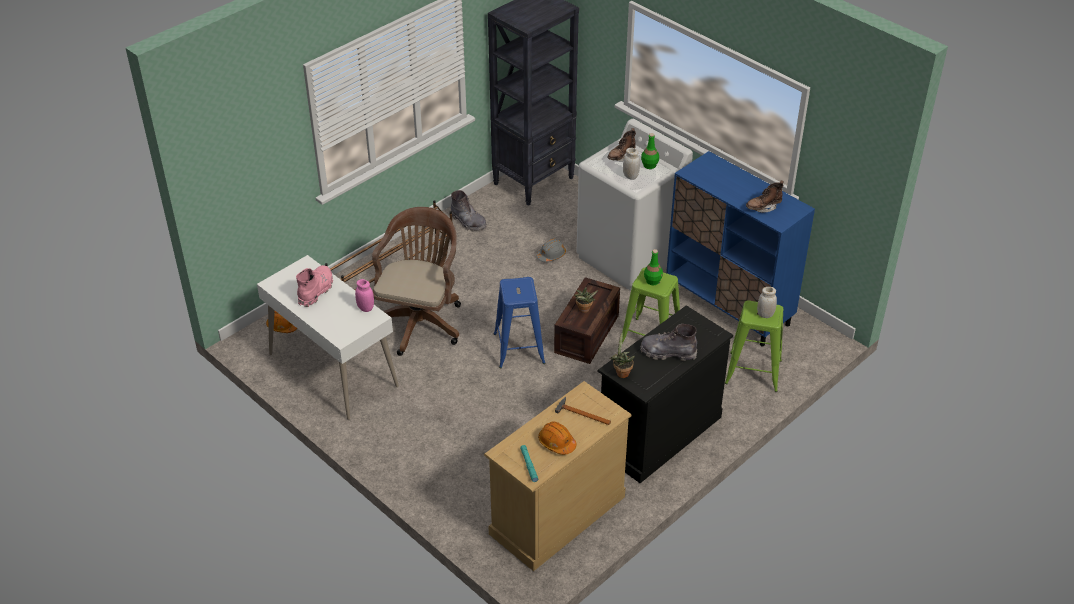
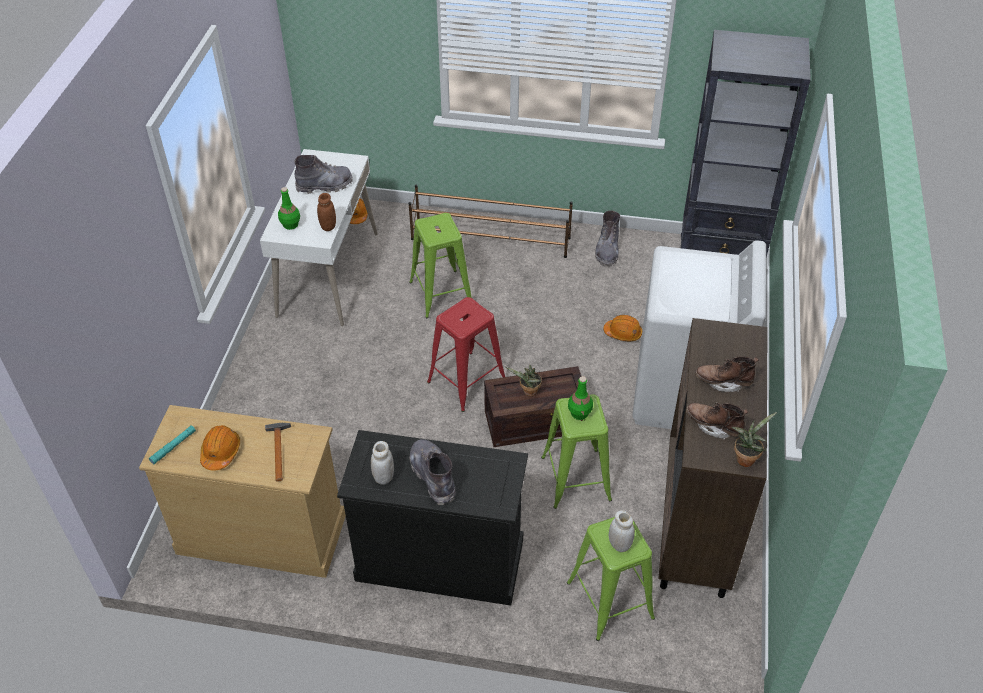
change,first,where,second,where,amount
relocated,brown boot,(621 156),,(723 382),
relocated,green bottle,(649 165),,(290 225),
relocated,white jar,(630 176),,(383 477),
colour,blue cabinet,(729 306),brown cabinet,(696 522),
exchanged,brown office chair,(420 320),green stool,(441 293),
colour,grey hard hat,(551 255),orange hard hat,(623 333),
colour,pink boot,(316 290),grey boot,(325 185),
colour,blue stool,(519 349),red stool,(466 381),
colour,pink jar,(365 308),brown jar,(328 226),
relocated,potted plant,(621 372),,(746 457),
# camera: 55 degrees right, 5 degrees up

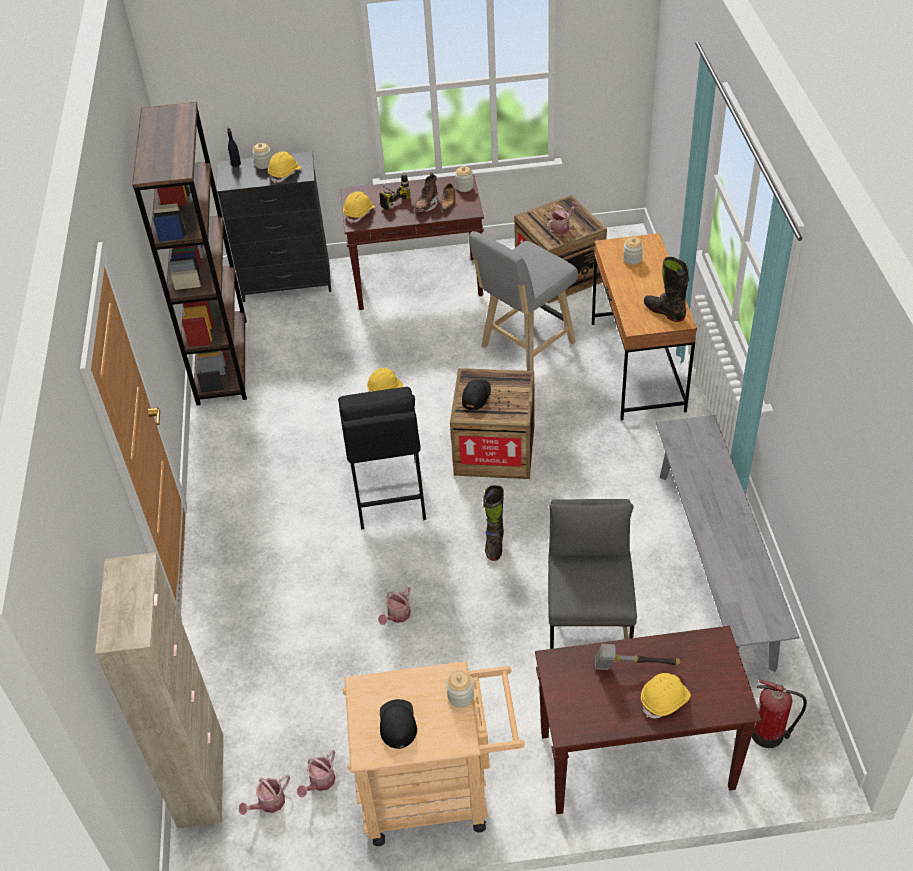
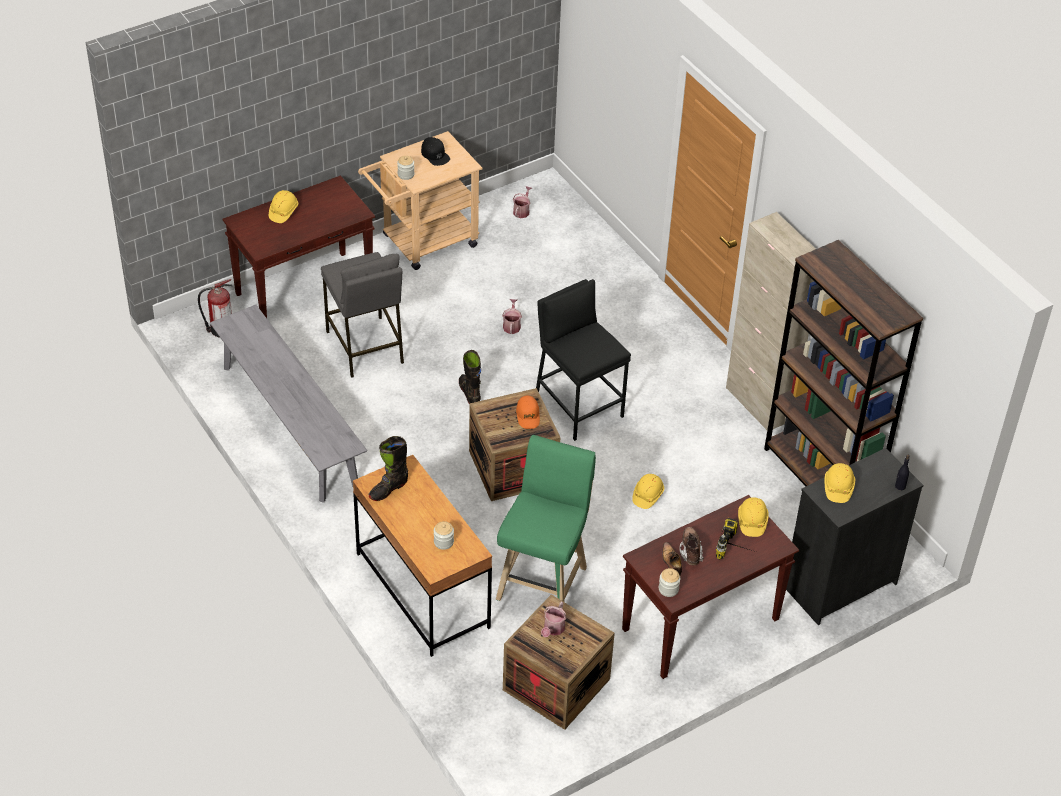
change,first,where,second,where,amount
missing,jar,(264 164),,,
colour,grey stool,(524 347),green stool,(543 579),
spun,black boot,(664 312),,(388 489),120 degrees clockwise
colour,black cap,(476 396),orange cap,(528 416),
relocated,beige cabinet,(201 780),,(758 404),
missing,hammer,(633 668),,,
missing,watering can,(320 782),,,
# camera: 150 degrees right, 0 degrees up

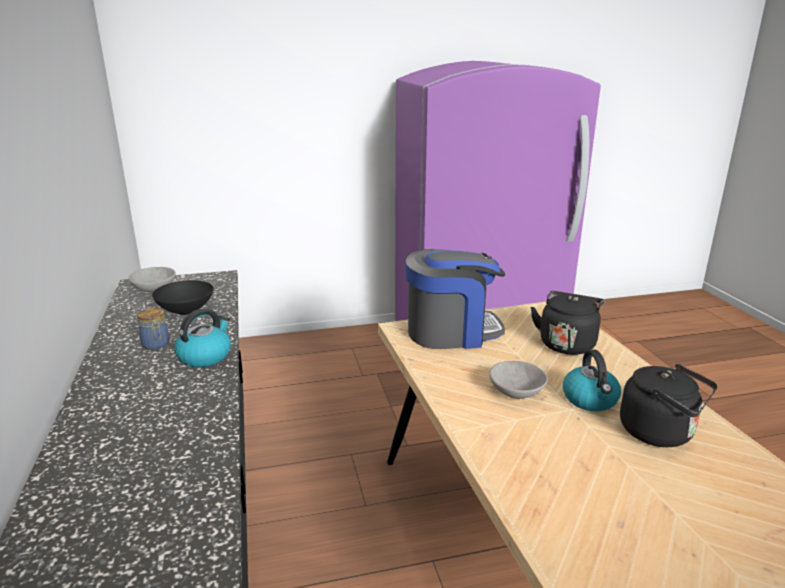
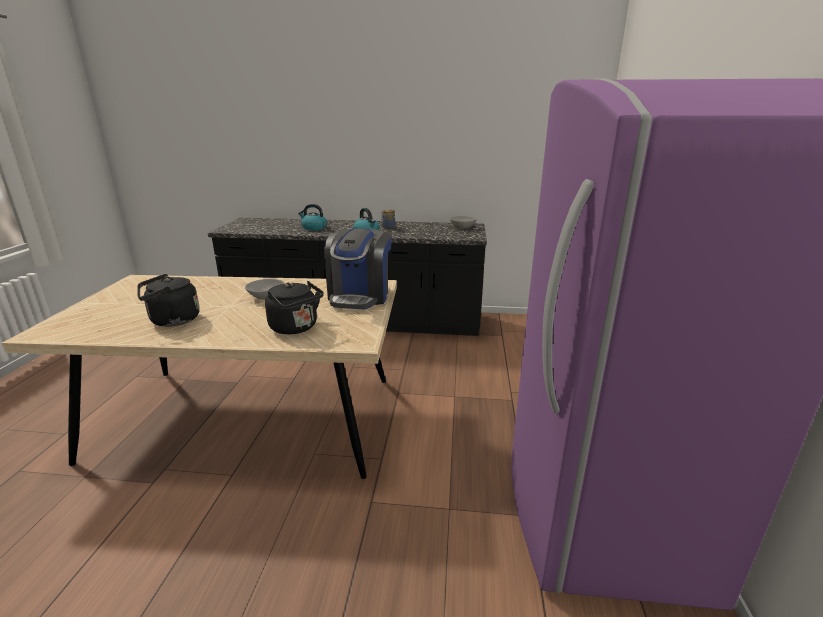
change,first,where,second,where,amount
missing,black bowl,(186 310),,,
relocated,kettle,(590 400),,(313 228),
# camera: 110 degrees right, 0 degrees up

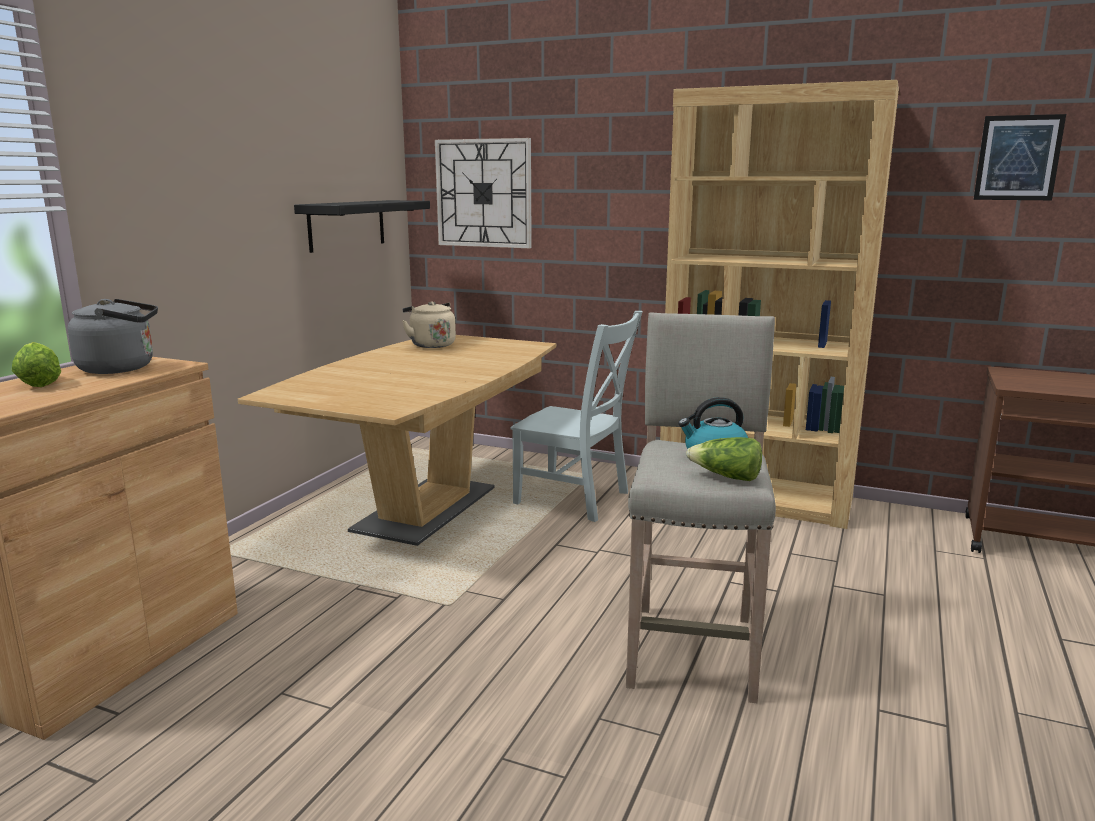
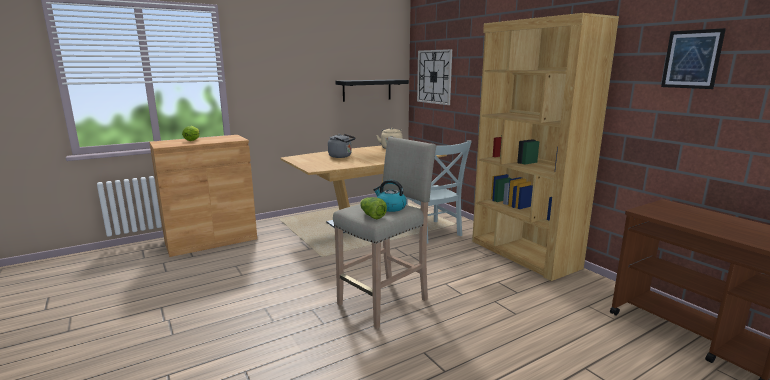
change,first,where,second,where,amount
relocated,grey kettle,(122 368),,(341 156),
# camera: 35 degrees right, 0 degrees up

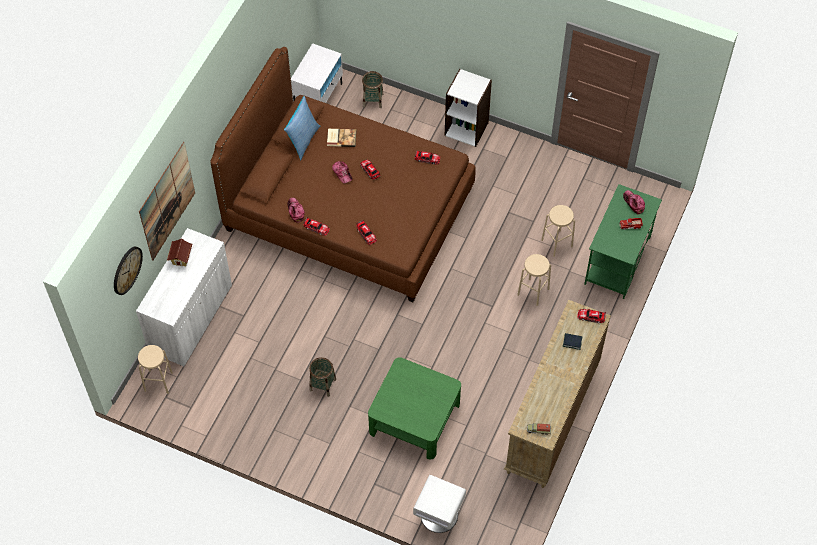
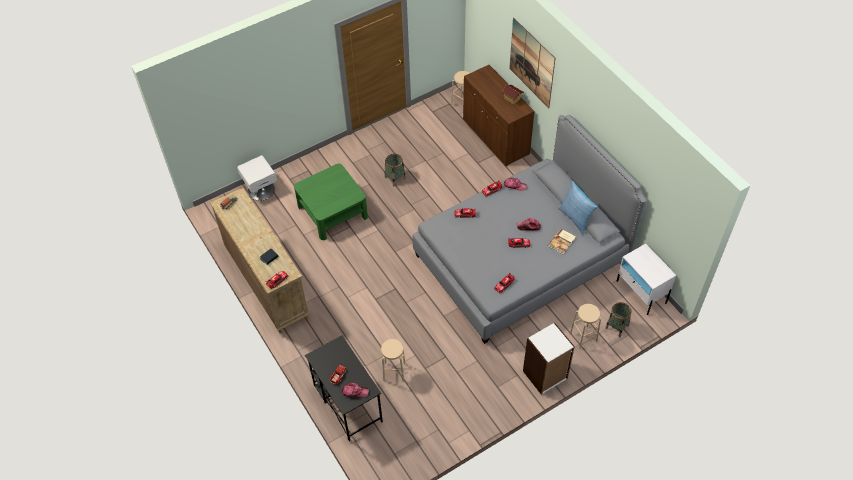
change,first,where,second,where,amount
colour,brown bed,(348 210),grey bed,(521 258),
colour,green desk,(617 261),black desk,(347 403),
colour,white cabinet,(191 319),brown cabinet,(495 137),
missing,wall clock,(127 270),,,
relocated,beige stool,(533 292),,(583 337),
# camera: 125 degrees right, 5 degrees down

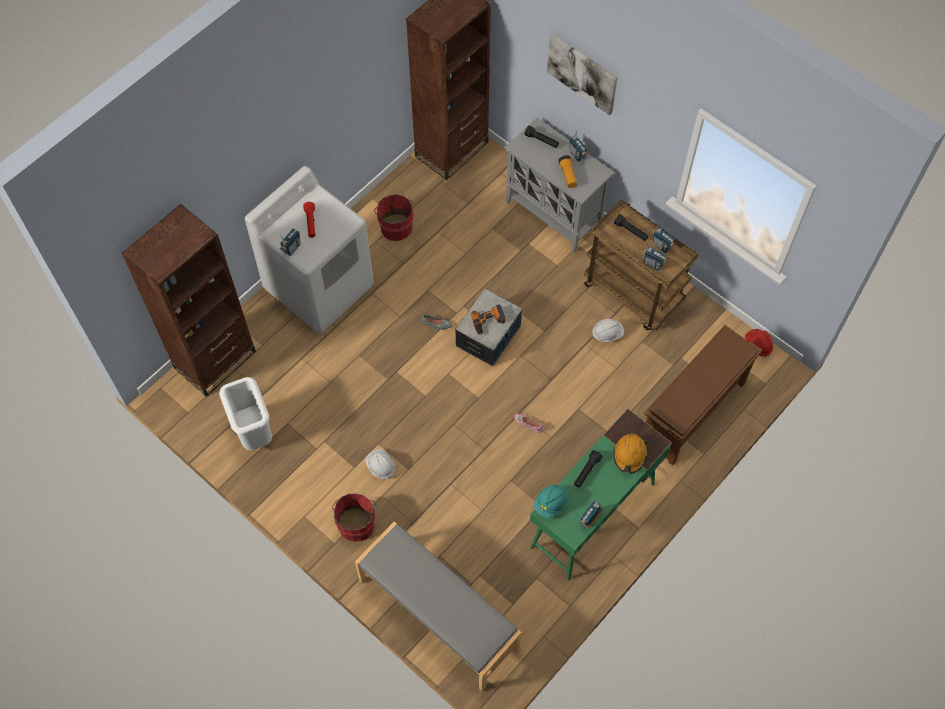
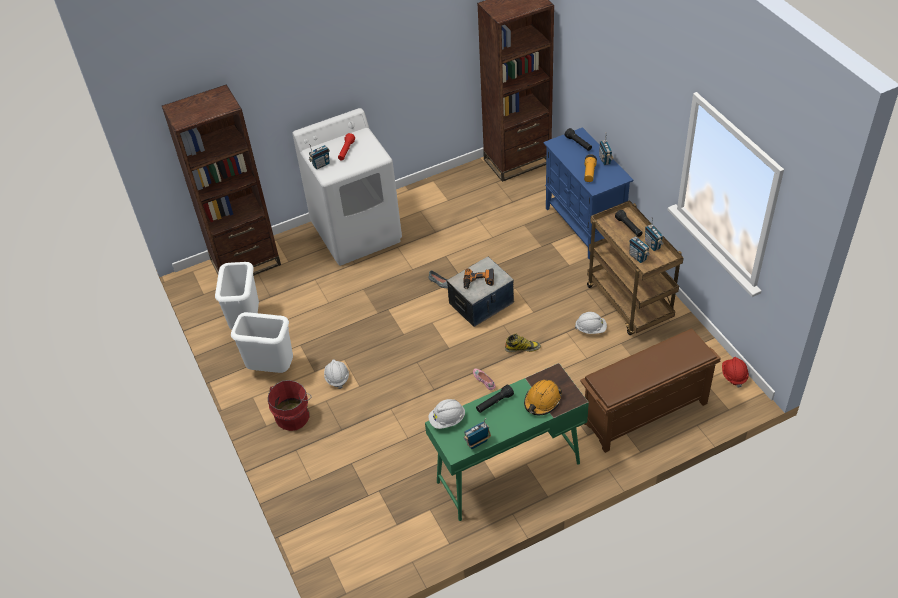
change,first,where,second,where,amount
missing,picture,(582 73),,,
colour,grey cabinet,(554 214),blue cabinet,(584 227),
missing,red bucket,(396 226),,,
colour,turquoise hard hat,(550 504),white hard hat,(447 420),
missing,grey bench,(437 615),,,
appeared,,,white trash can,(271 370),
appeared,,,boot,(522 348),
# camera: 25 degrees right, 15 degrees down

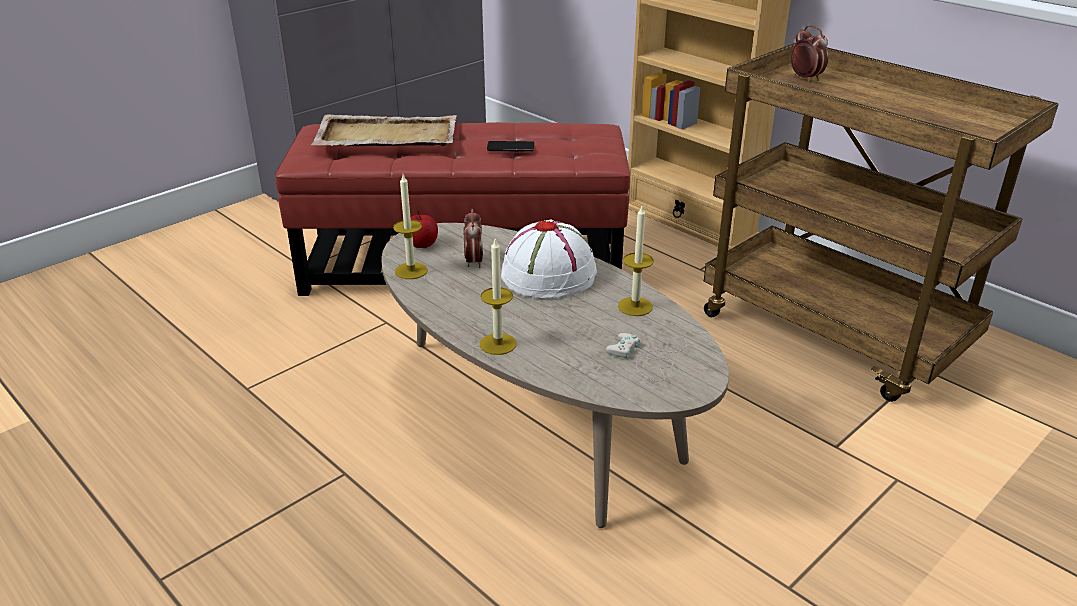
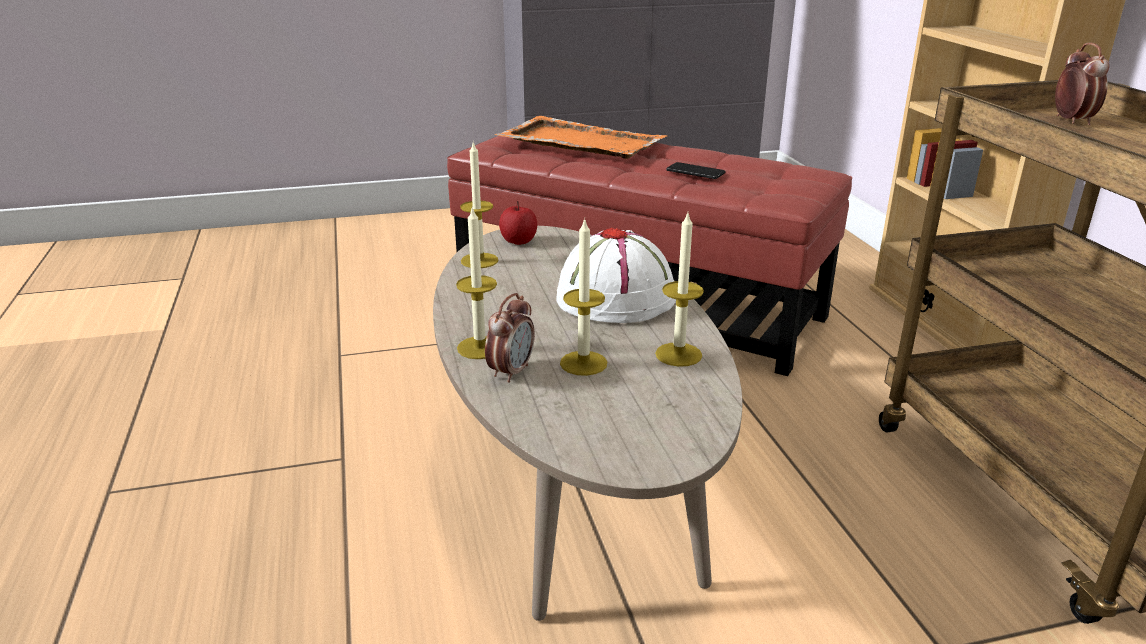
change,first,where,second,where,amount
colour,beige tray,(385 136),orange tray,(579 142),
relocated,alarm clock,(474 261),,(511 372),
missing,white game controller,(646 360),,,
appeared,,,candle,(583 363),
# camera: 30 degrees right, 5 degrees down

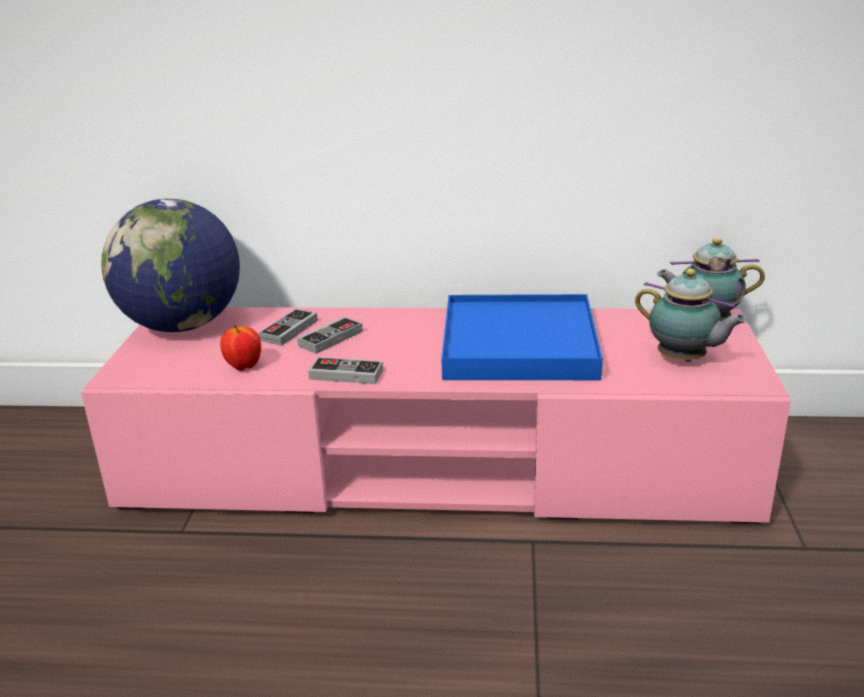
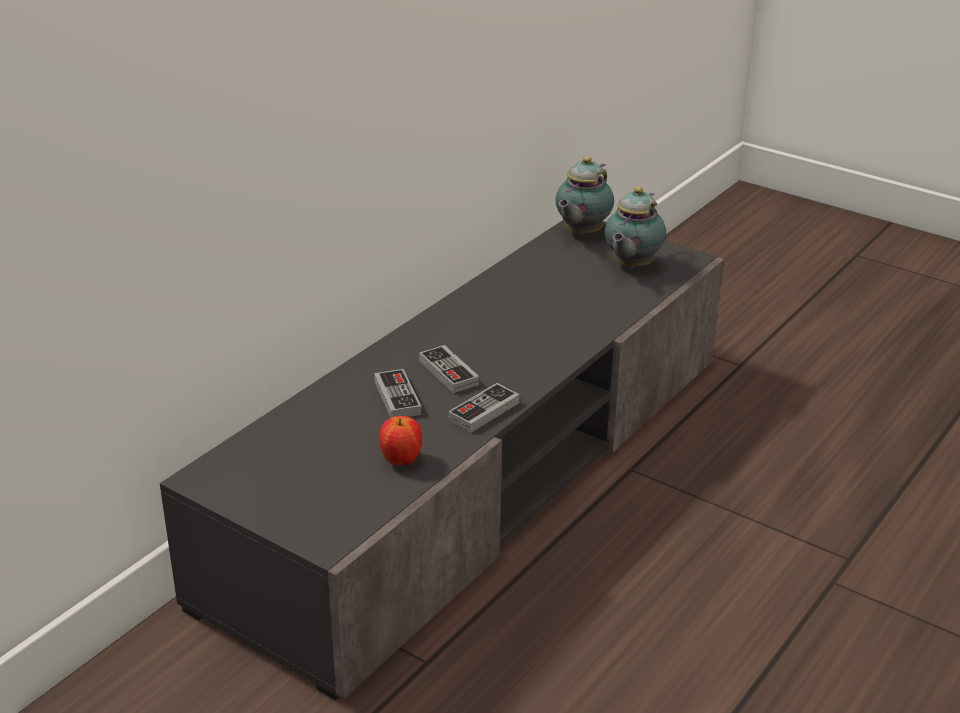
change,first,where,second,where,amount
missing,globe,(183 325),,,
spun,teapot,(684 360),,(630 266),135 degrees clockwise
missing,blue tray,(519 344),,,
colour,pink tv stand,(436 465),grey tv stand,(478 474),
relocated,game controller,(289 330),,(448 372),
# camera: 60 degrees left, 5 degrees up

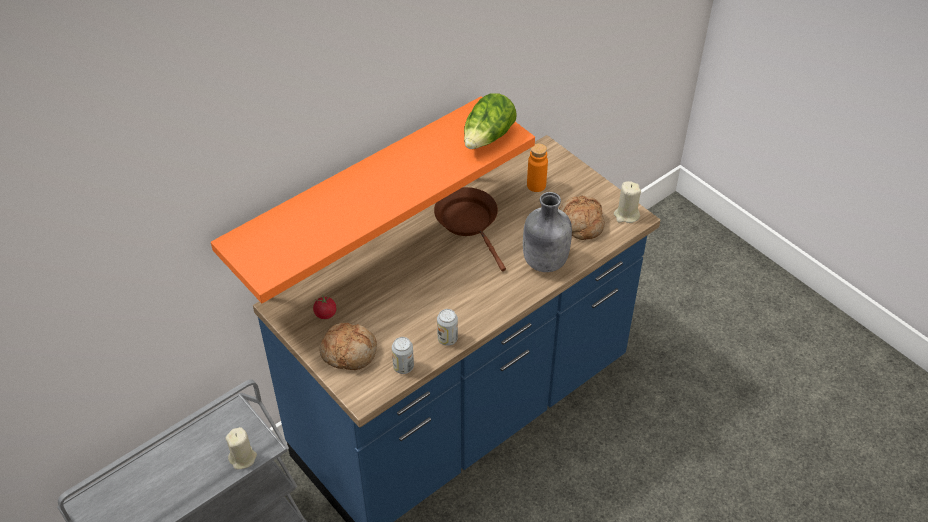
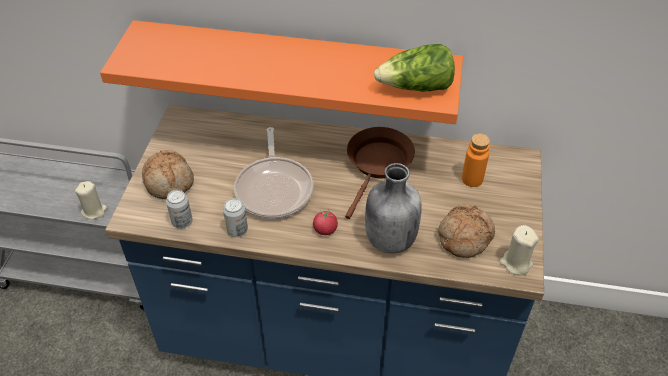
change,first,where,second,where,amount
relocated,tomato,(325 314),,(325 229),
appeared,,,frying pan,(274 188),
# camera: 50 degrees right, 0 degrees up

